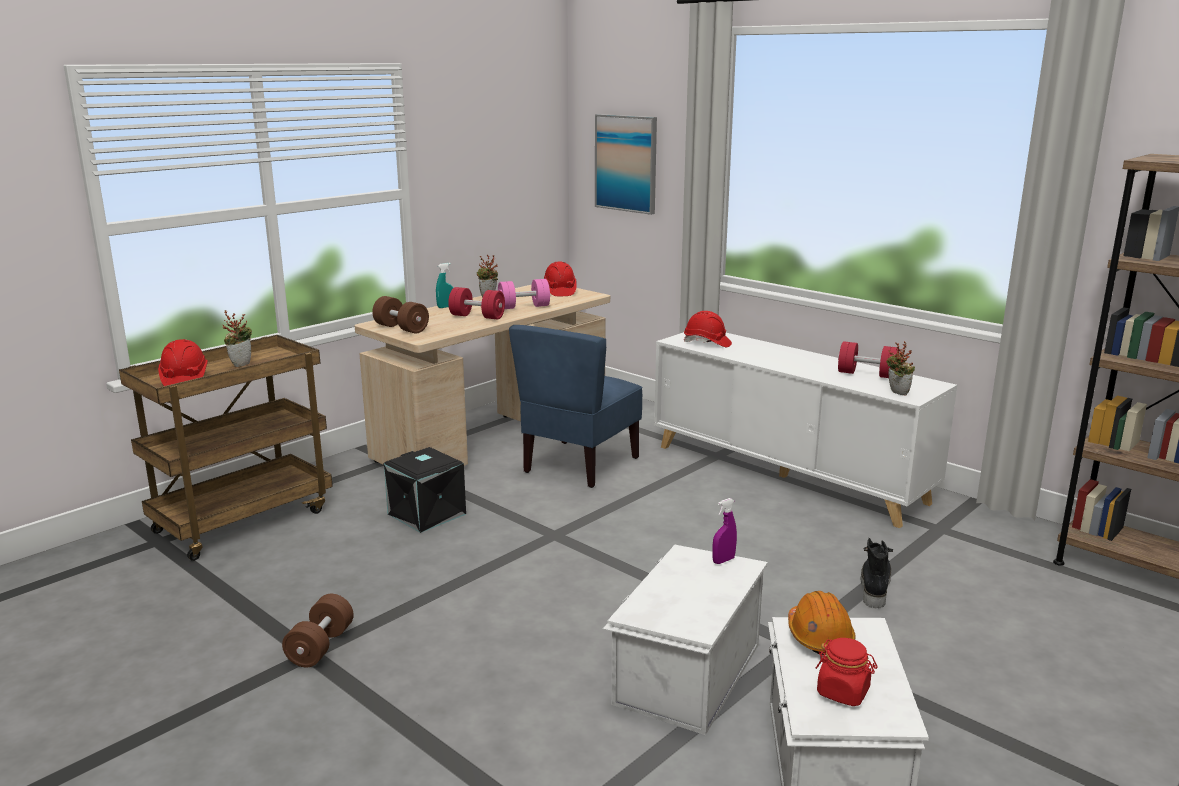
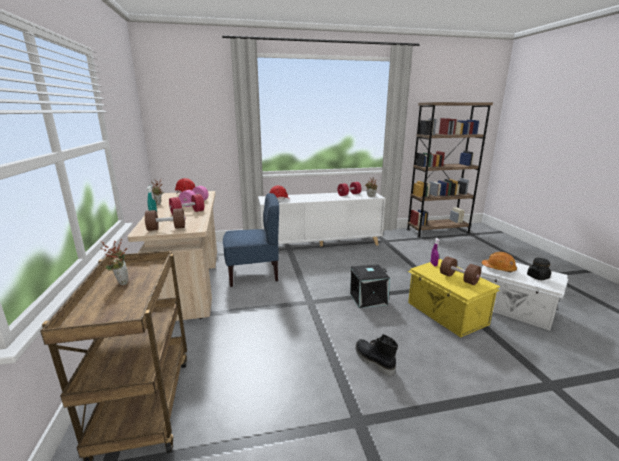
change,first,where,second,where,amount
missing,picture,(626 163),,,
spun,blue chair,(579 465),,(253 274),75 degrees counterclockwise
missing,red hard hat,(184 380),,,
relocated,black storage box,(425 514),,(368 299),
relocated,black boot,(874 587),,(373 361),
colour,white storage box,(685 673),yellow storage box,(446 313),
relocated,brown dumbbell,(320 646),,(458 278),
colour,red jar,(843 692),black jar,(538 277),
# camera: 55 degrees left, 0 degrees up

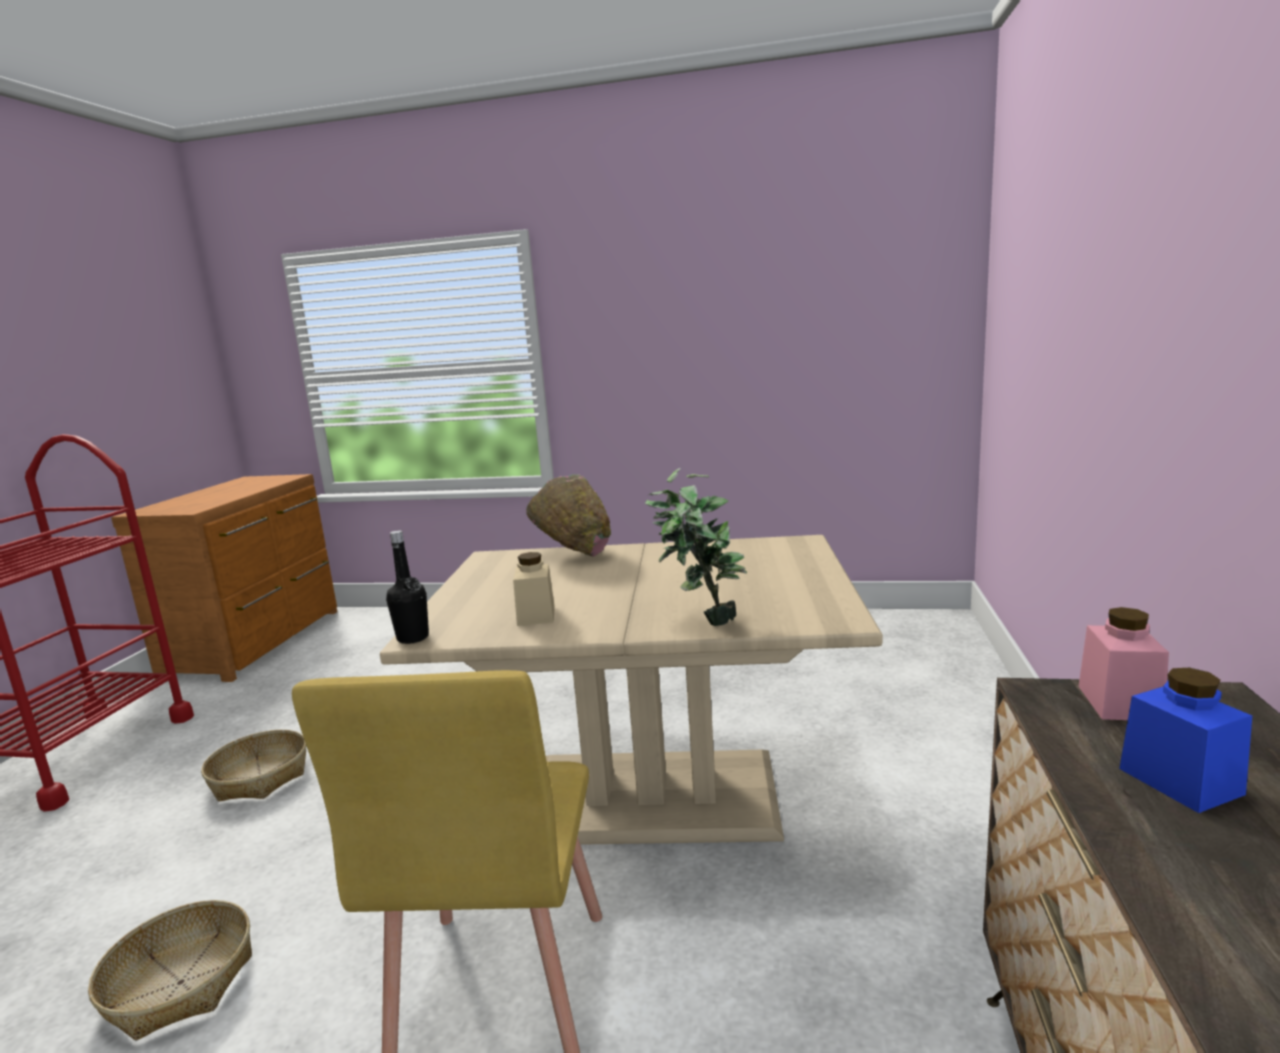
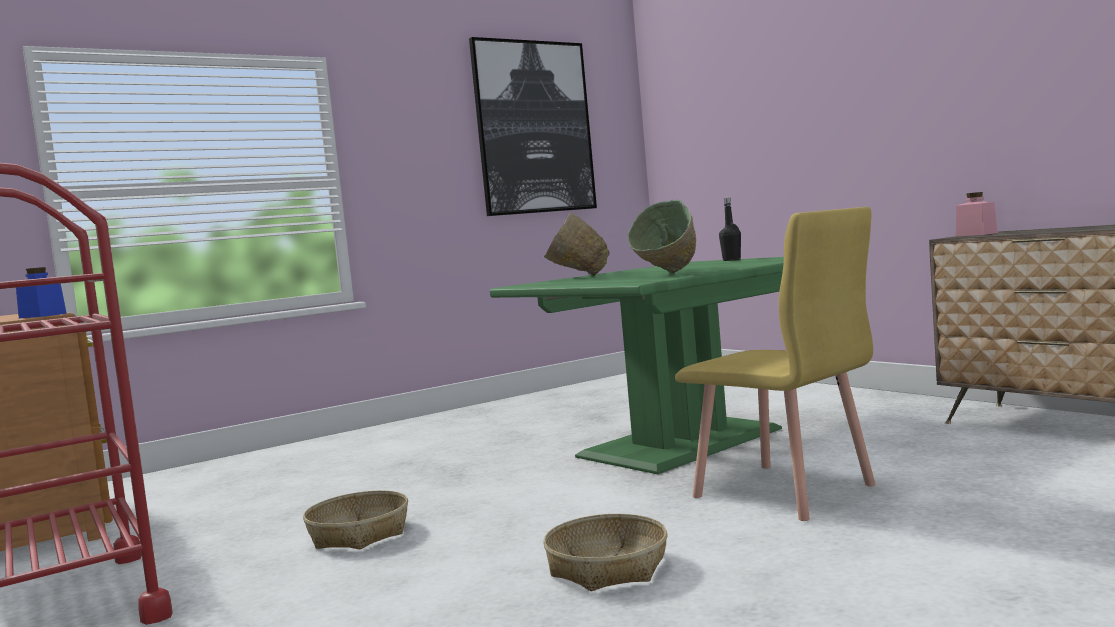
change,first,where,second,where,amount
missing,potted plant,(702 622),,,
relocated,black bottle,(413 638),,(731 260),
colour,beige dining table,(652 798),green dining table,(683 443),
exchanged,beige jar,(536 615),green bowl,(669 274),
relocated,blue jar,(1180 781),,(42 316),
appeared,,,picture,(534 127),
# camera: 45 degrees left, 10 degrees down

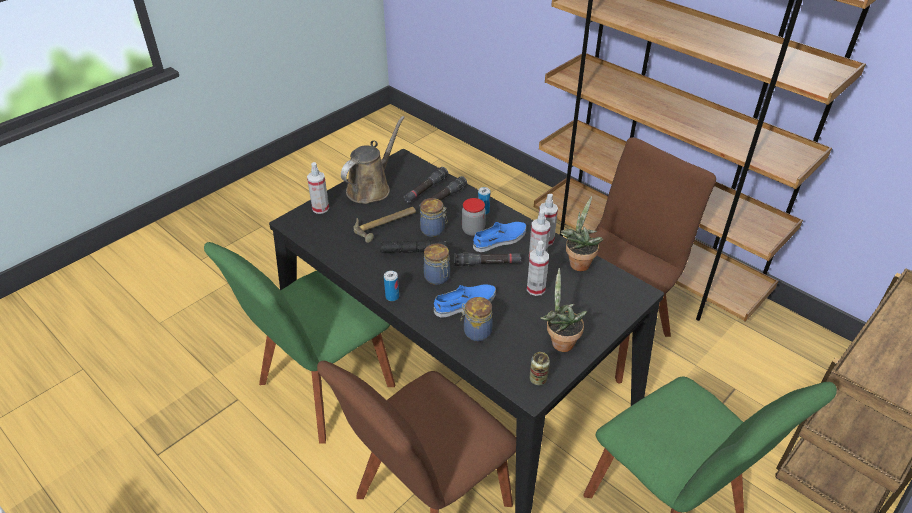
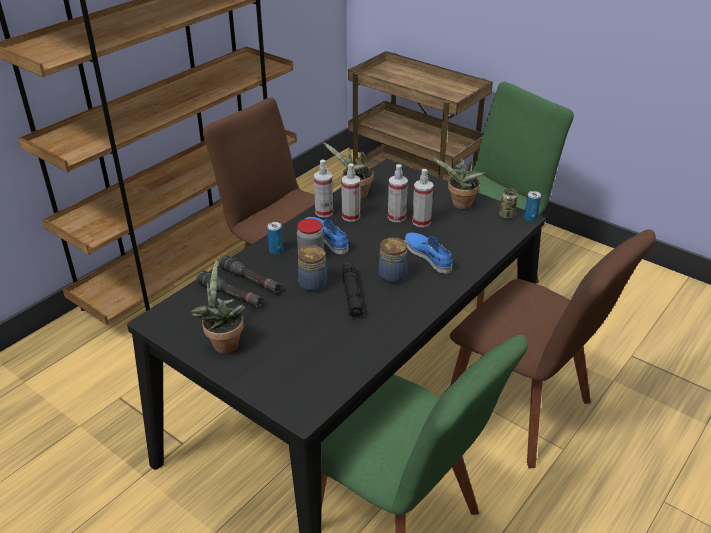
change,first,where,second,where,amount
exchanged,brown watering can,(371 188),potted plant,(223 343),
relocated,spray bottle,(320 208),,(421 222),
missing,hammer,(386 225),,,
missing,black flashlight,(487 263),,,
relocated,can,(392 297),,(530 218),
missing,jar,(476 332),,,
# camera: 95 degrees left, 5 degrees down

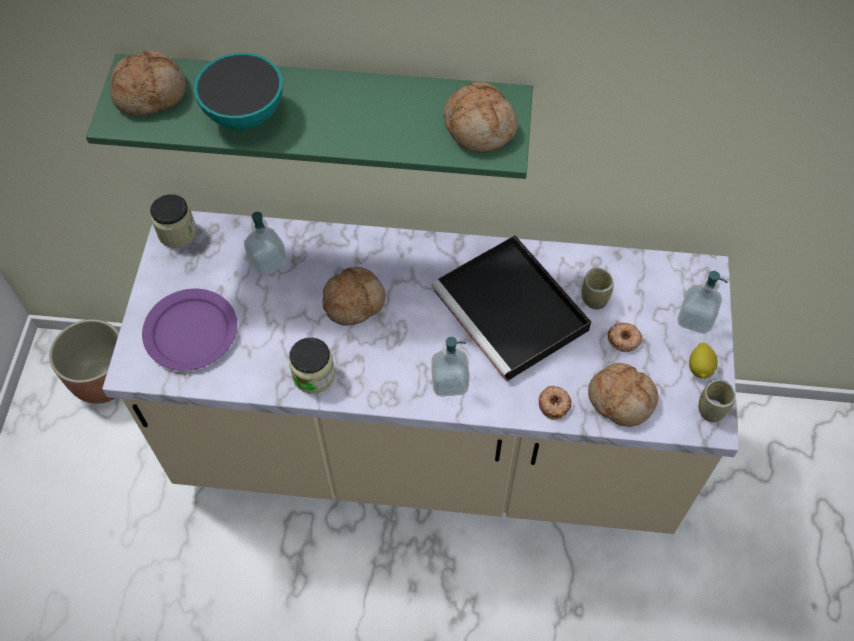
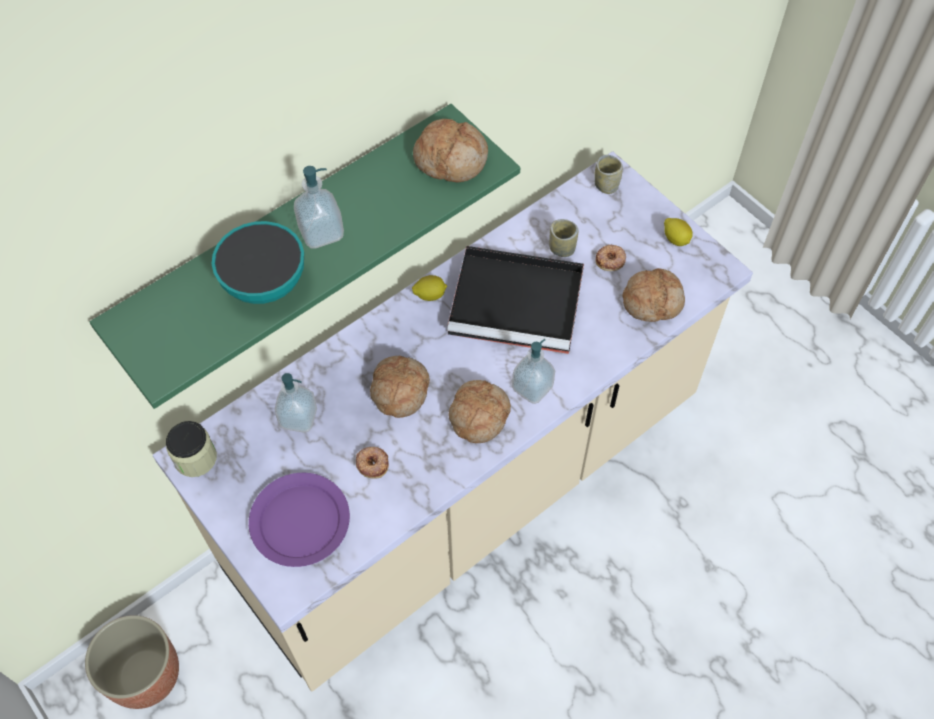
change,first,where,second,where,amount
relocated,bread,(150 92),,(478 415),
relocated,soap dispenser,(695 319),,(321 232),
missing,jar,(314 375),,,
relocated,cup,(711 409),,(606 185),
relocated,donut,(554 404),,(372 463),
appeared,,,lemon,(430 295),
# camera: 45 degrees left, 0 degrees up

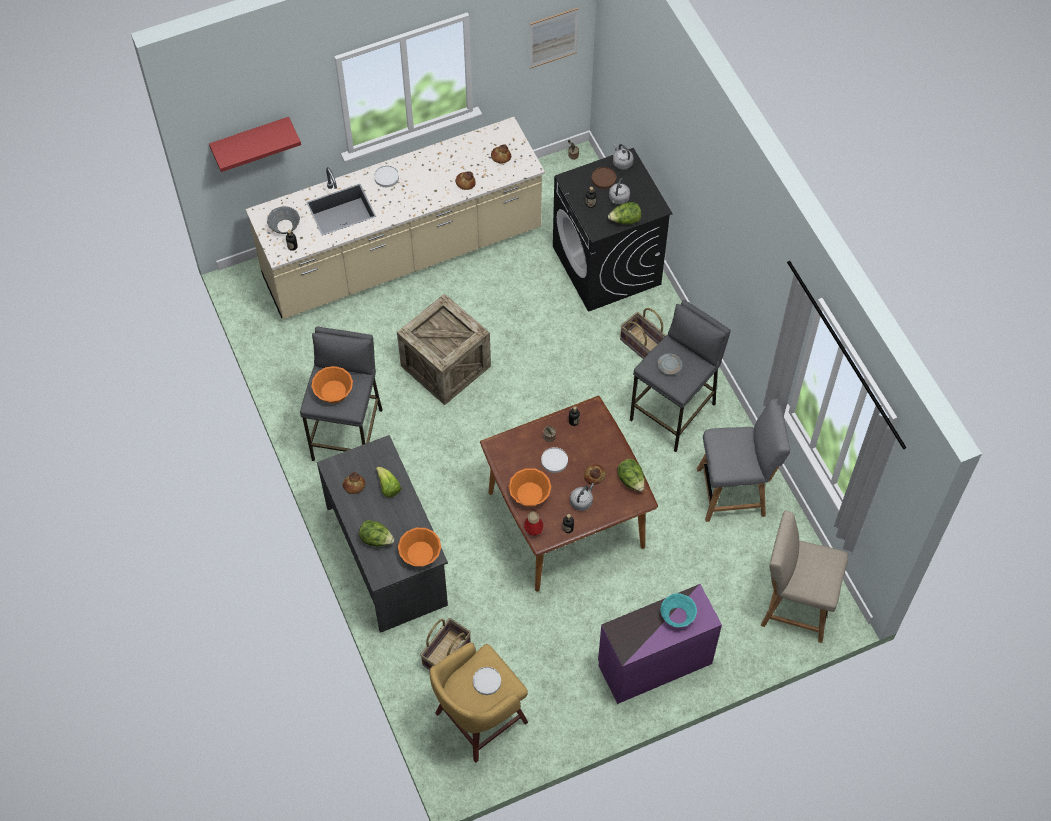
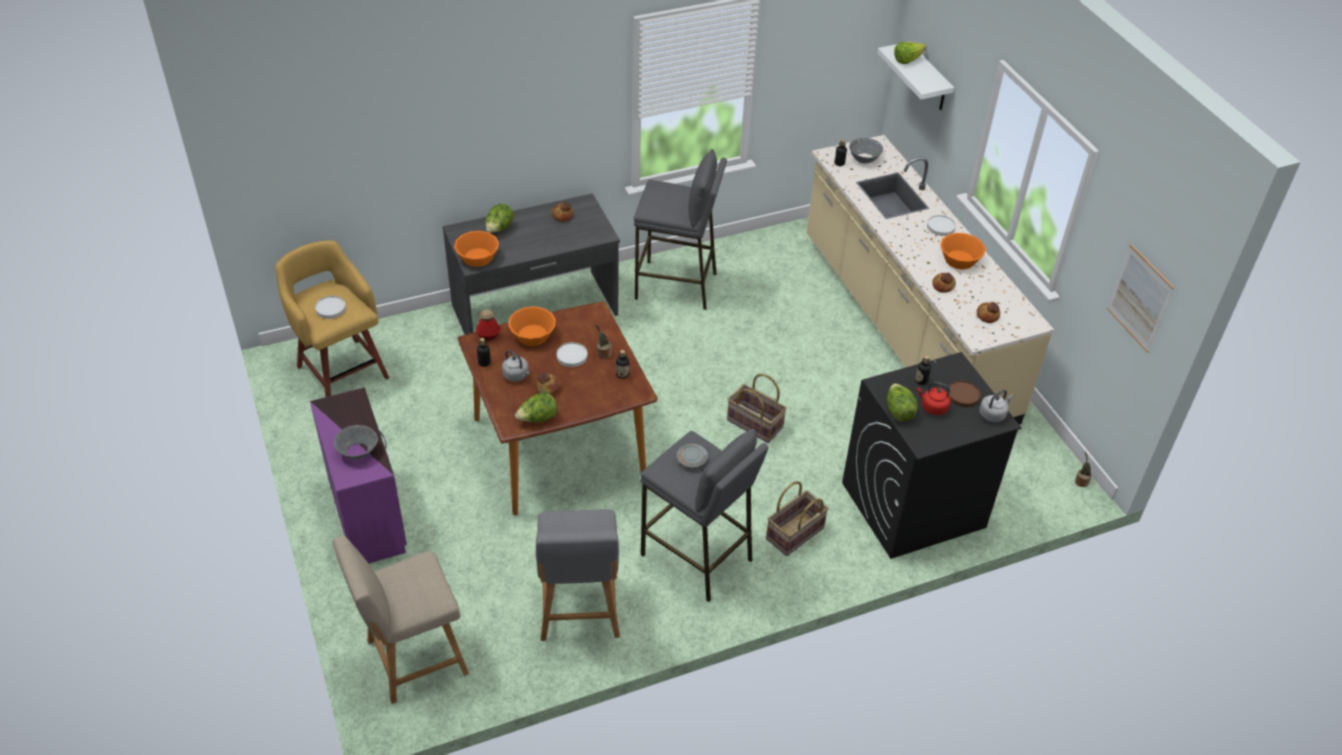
change,first,where,second,where,amount
colour,red shelf,(251 140),white shelf,(928 78),
colour,grey kettle,(618 199),red kettle,(932 407),
missing,crate,(445 366),,,
relocated,orange bowl,(333 391),,(959 259),
relocated,lettuce,(388 487),,(907 60),
spun,beige chair,(793 605),,(412 659),135 degrees counterclockwise
colour,turquoise bowl,(677 615),grey bowl,(358 451),
relocated,basket,(447 654),,(754 424),
# camera: 90 degrees right, 15 degrees down

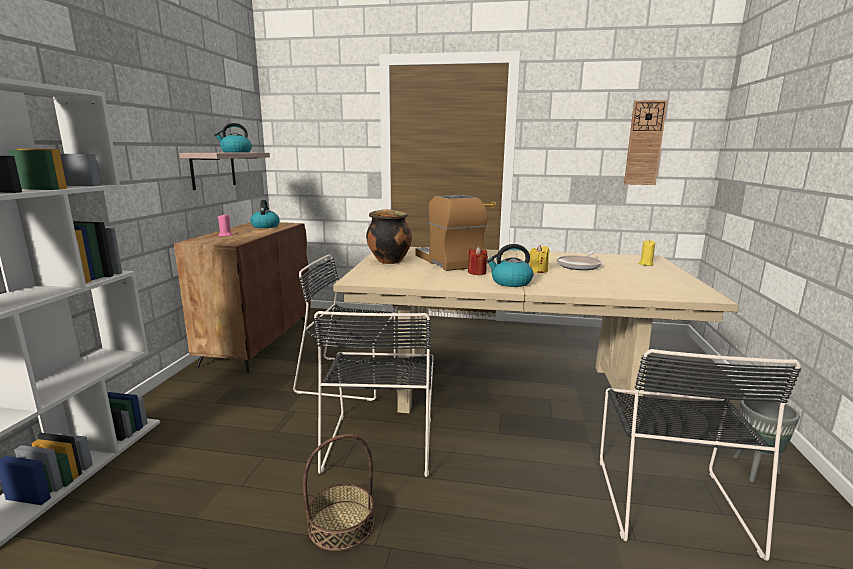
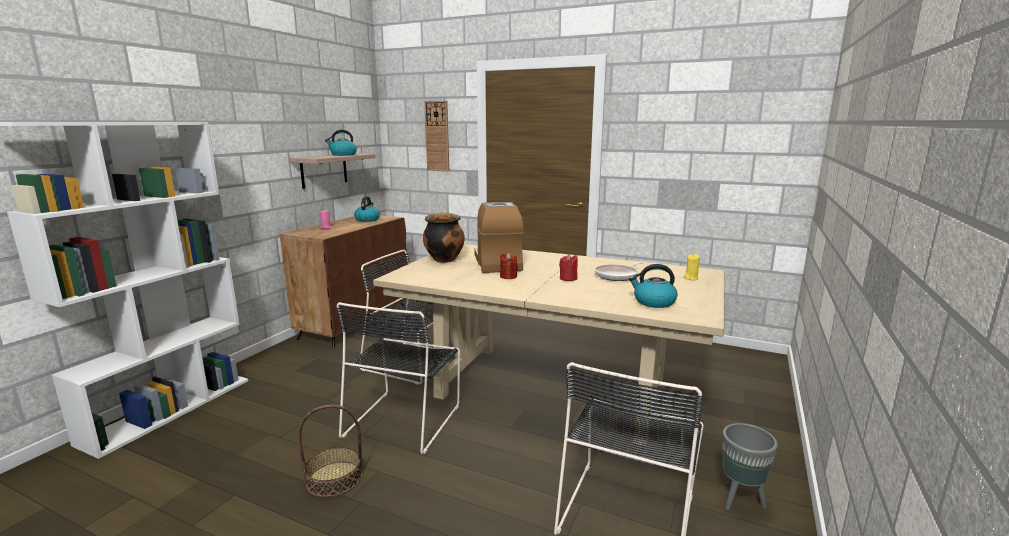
change,first,where,second,where,amount
relocated,wall clock,(644 143),,(437 136),
relocated,kettle,(510 282),,(653 302),
colour,yellow candle,(538 271),red candle,(568 278),
# camera: 15 degrees right, 0 degrees up

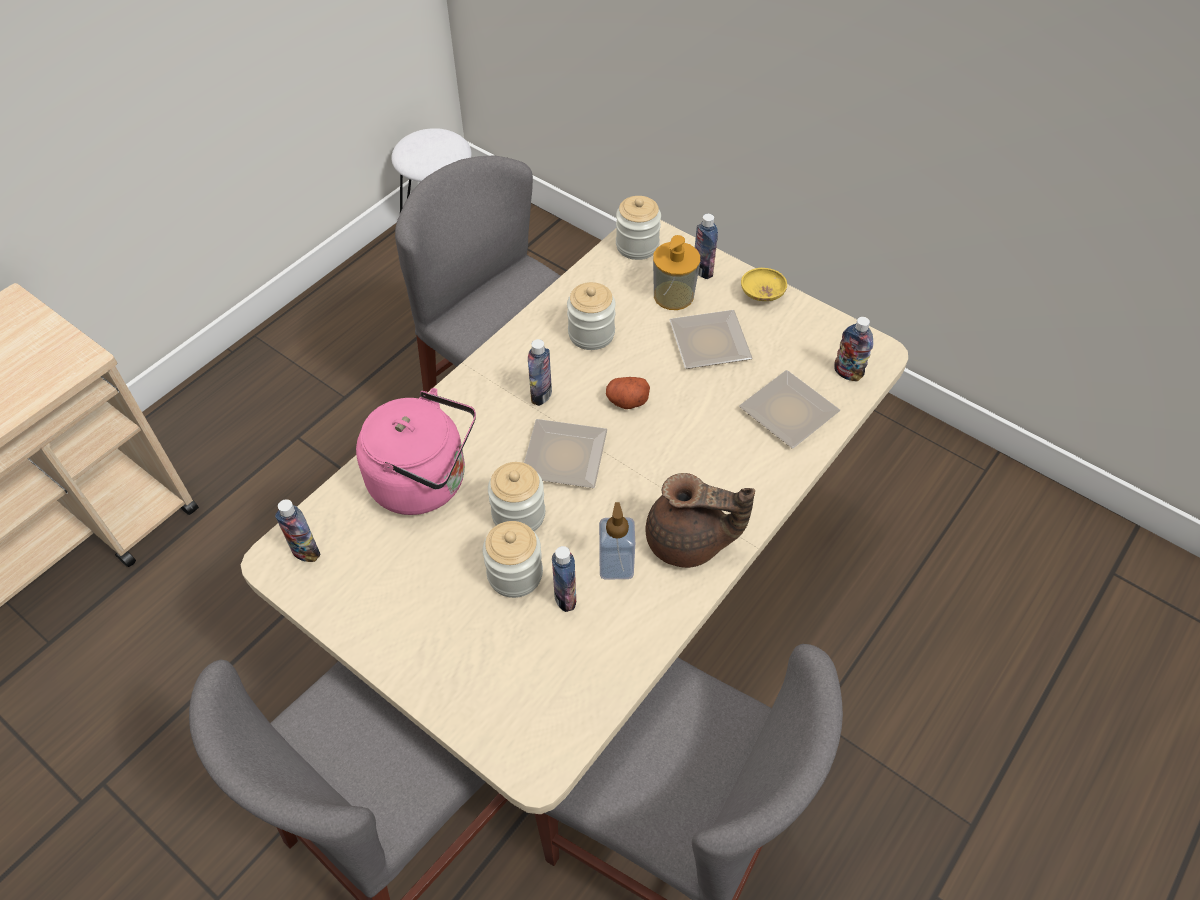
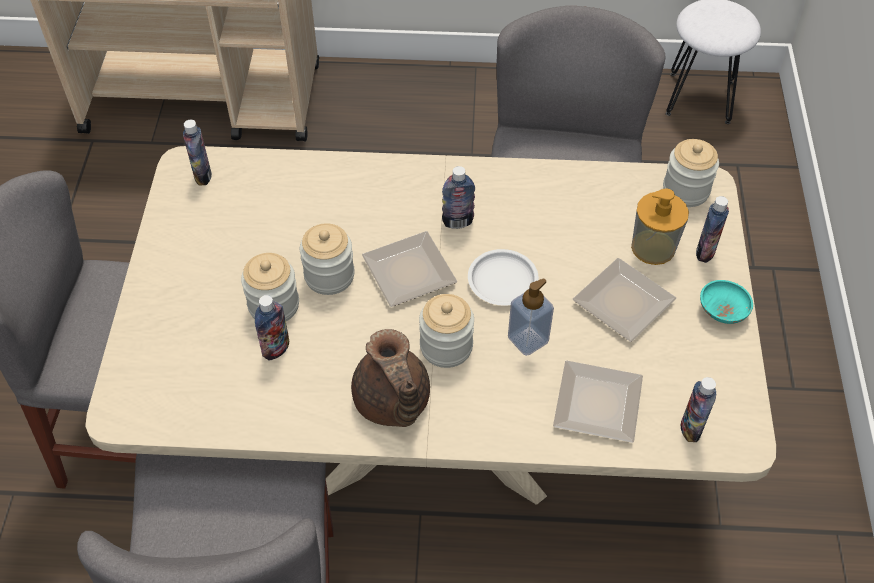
change,first,where,second,where,amount
colour,yellow bowl,(762 294),turquoise bowl,(722 310),
relocated,jar,(591 334),,(446 346),
exchanged,potato,(627 401),white plate,(503 280),
missing,pink kettle,(425 482),,,
relocated,soap dispenser,(616 565),,(528 339),
# camera: 55 degrees right, 0 degrees up

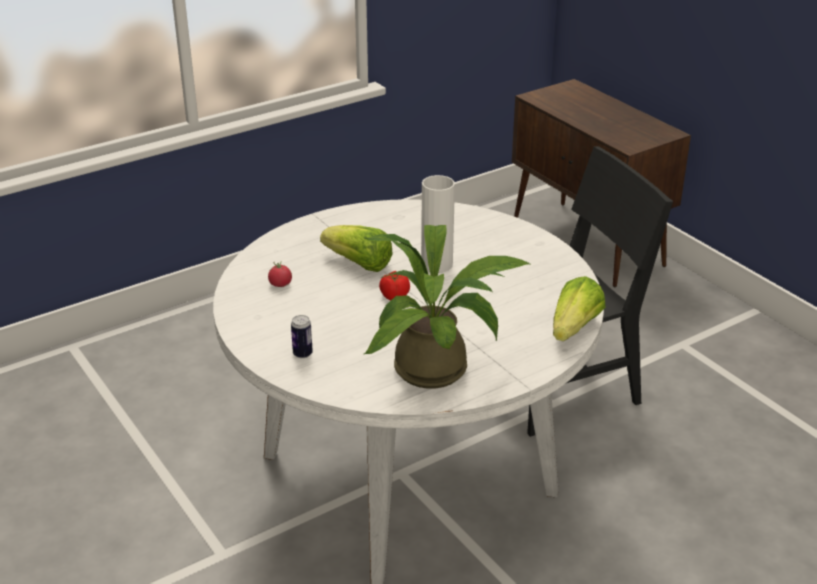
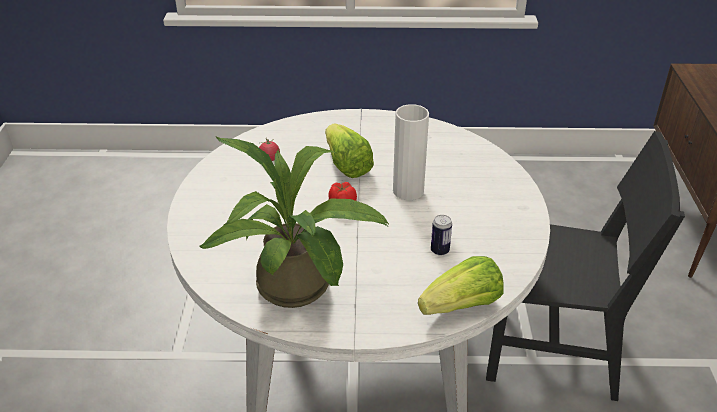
change,first,where,second,where,amount
relocated,can,(302 354),,(440 250),
# camera: 35 degrees right, 5 degrees up

